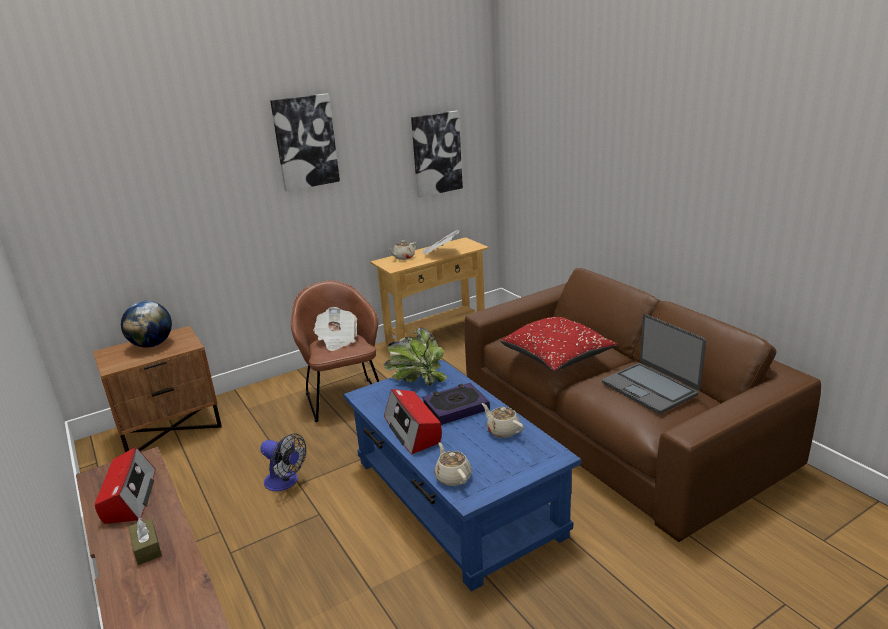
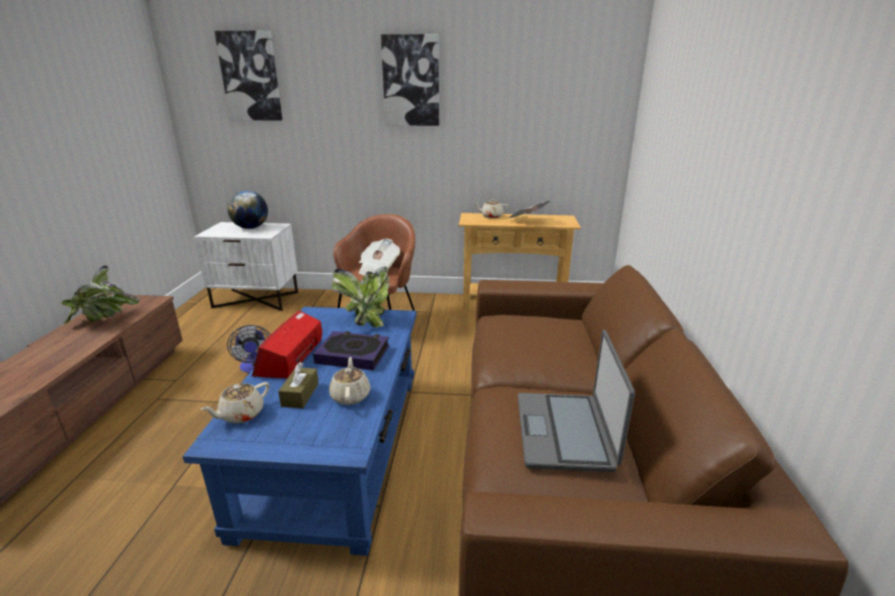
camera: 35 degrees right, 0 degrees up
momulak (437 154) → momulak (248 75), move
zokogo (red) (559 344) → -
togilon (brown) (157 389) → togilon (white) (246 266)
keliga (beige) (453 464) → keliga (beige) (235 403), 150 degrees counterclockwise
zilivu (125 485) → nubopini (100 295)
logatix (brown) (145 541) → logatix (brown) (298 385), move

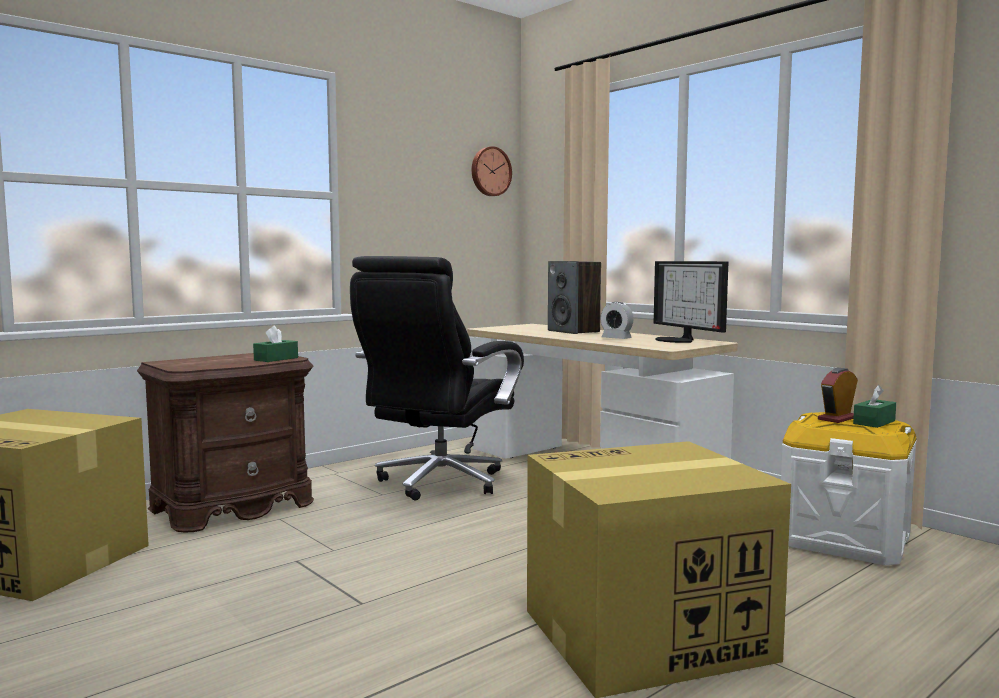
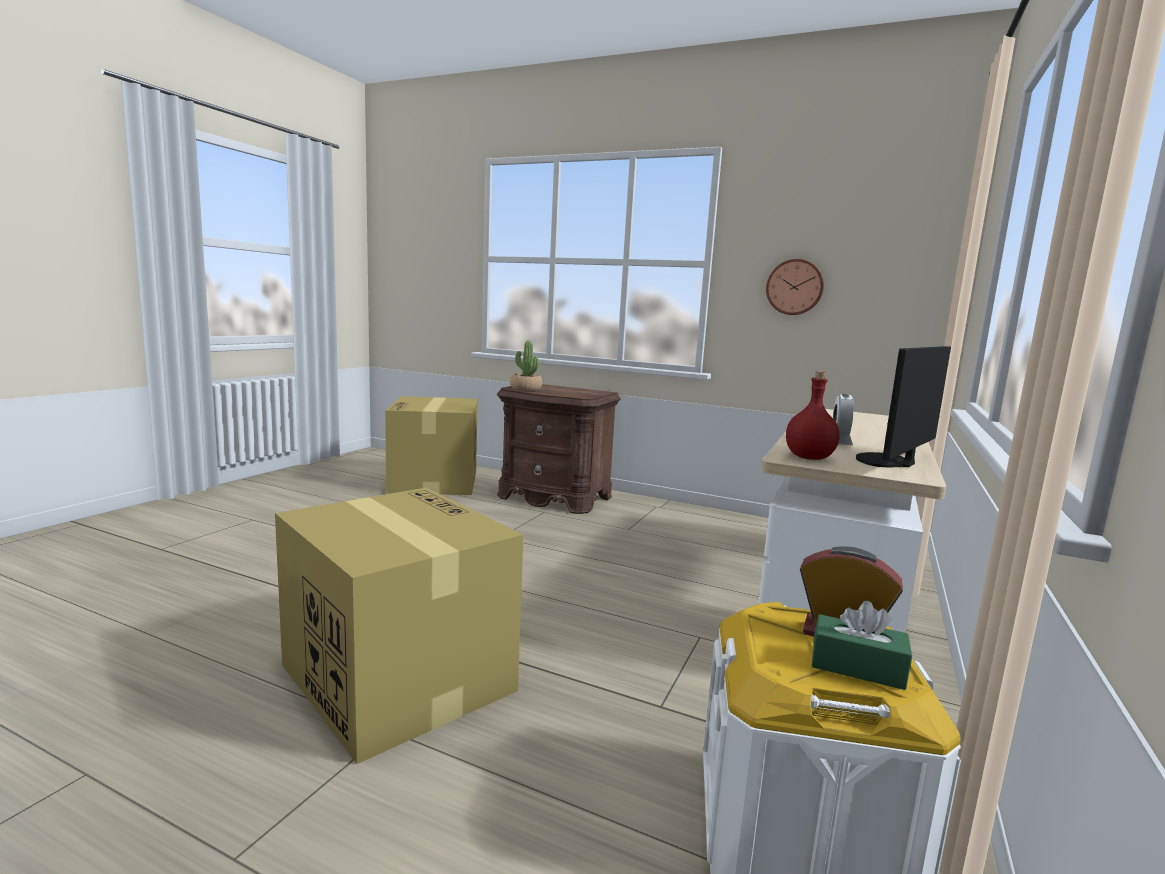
camera: 65 degrees right, 5 degrees up
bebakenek (492 171) → bebakenek (795 287), move
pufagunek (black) (437 378) → -
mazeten (574 297) → -
logatix (green) (275 344) → -
- → nubopini (526 366)
- → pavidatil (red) (813 415)

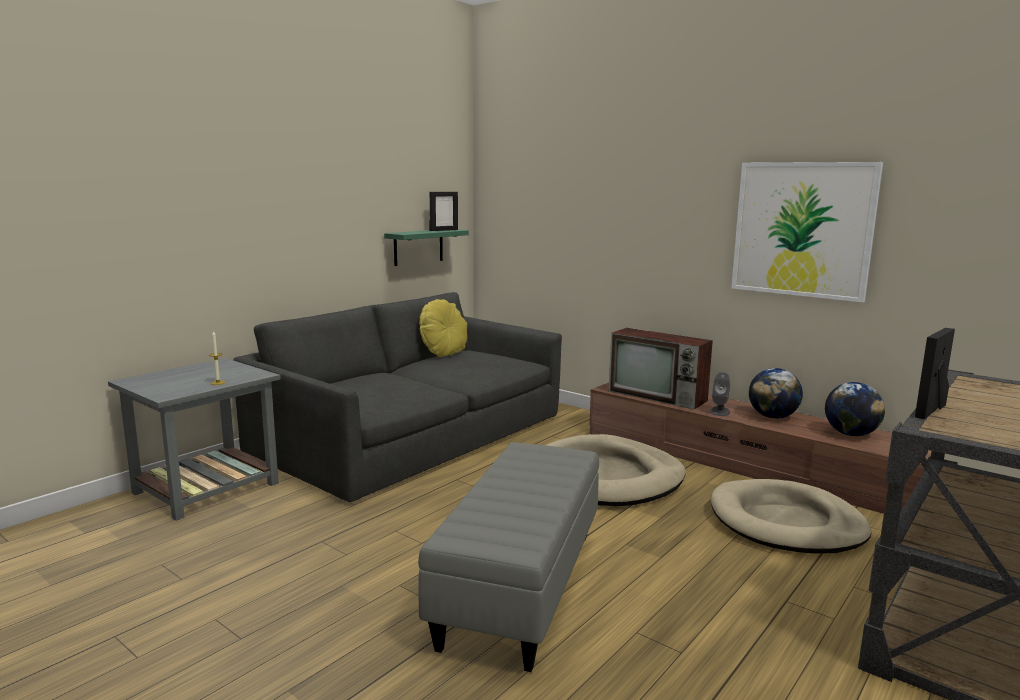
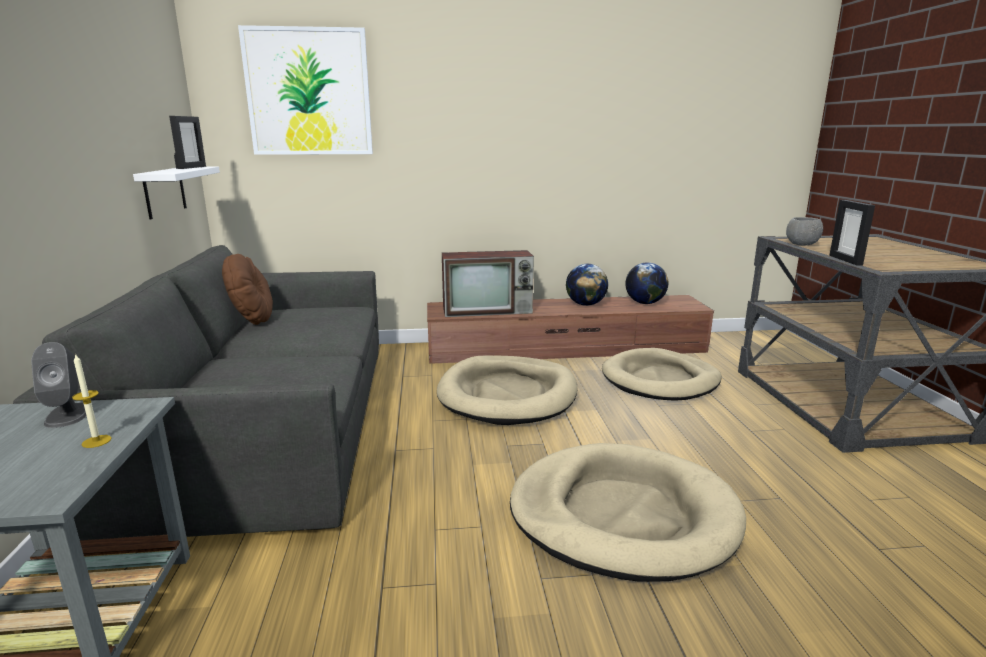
camera: 45 degrees left, 5 degrees up
momulak (807 232) → momulak (305 90), move
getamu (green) (426 248) → getamu (white) (176 192)
zokogo (yellow) (443 328) → zokogo (brown) (247 289)
mazeten (grey) (720 394) → mazeten (grey) (58 385), move
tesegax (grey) (508 557) → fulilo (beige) (628 512)
- → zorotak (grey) (804 231)

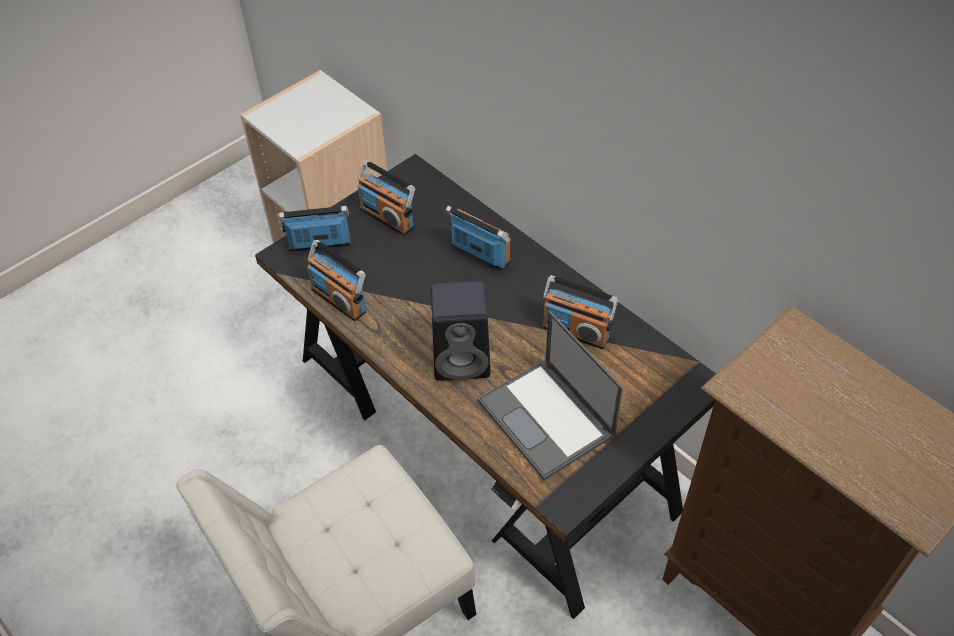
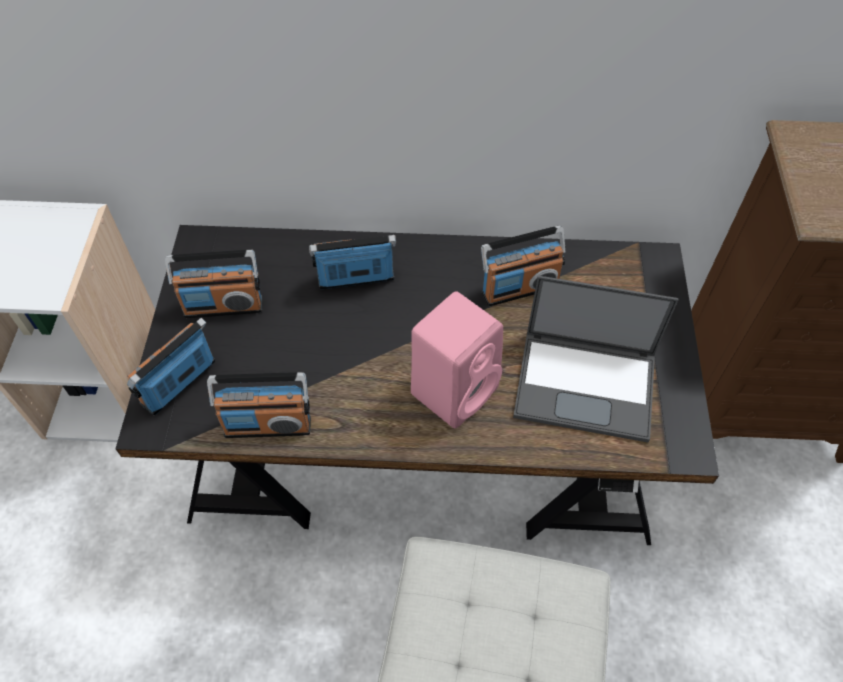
camera: 45 degrees left, 5 degrees up
mazeten (black) (461 331) → mazeten (pink) (457 359)

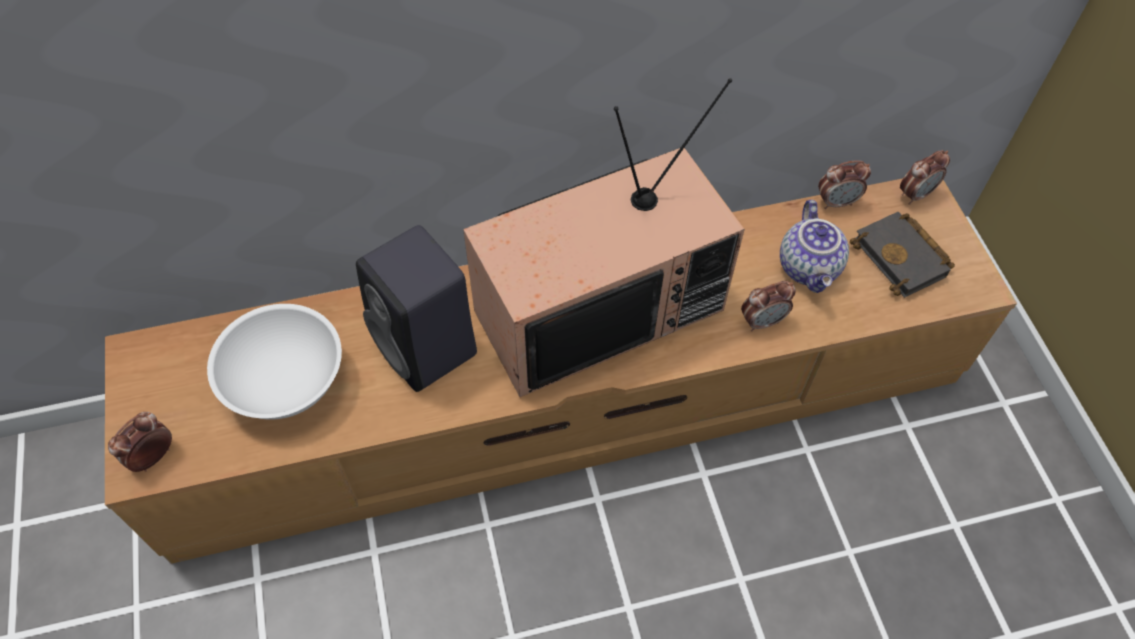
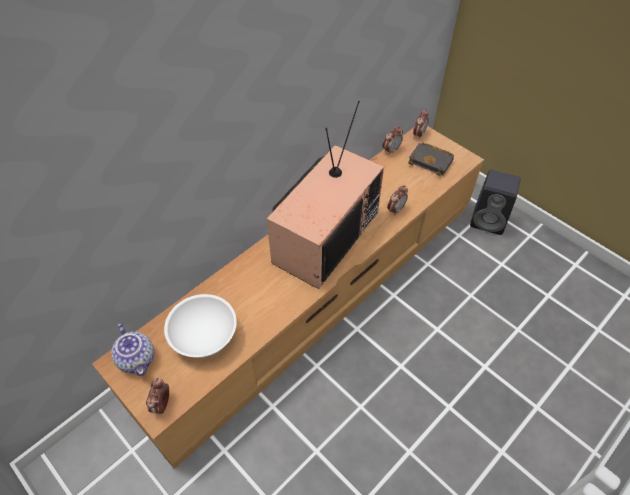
camera: 30 degrees left, 5 degrees down
keliga (814 246) → keliga (132 349), move
mazeten (black) (416 308) → mazeten (black) (495 202), move

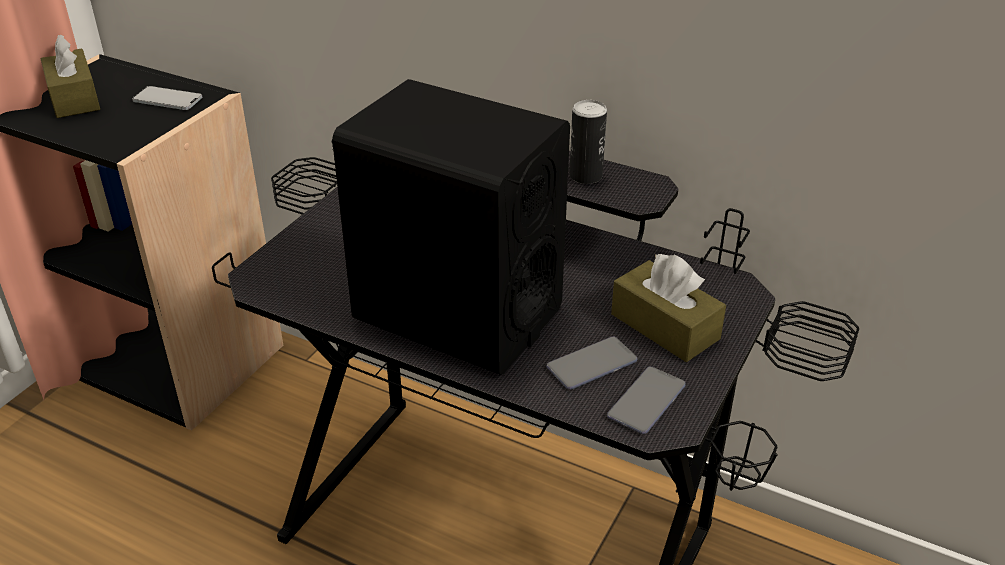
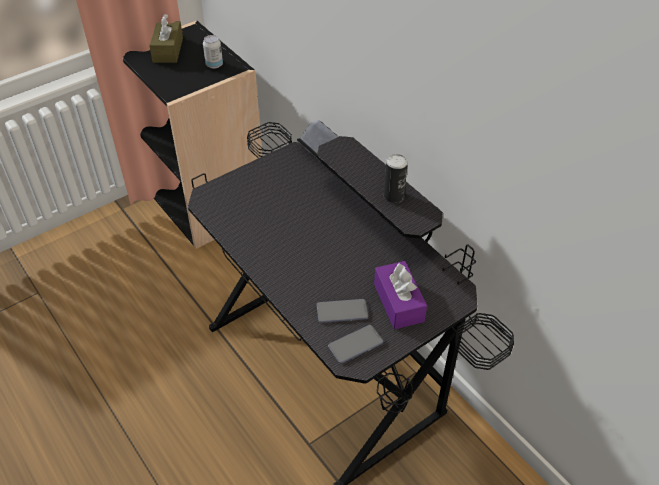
camera: 25 degrees right, 10 degrees up
mazeten (black) (450 227) → -
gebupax (167 98) → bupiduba (213 52)
logatix (brown) (668 308) → logatix (purple) (400 295)

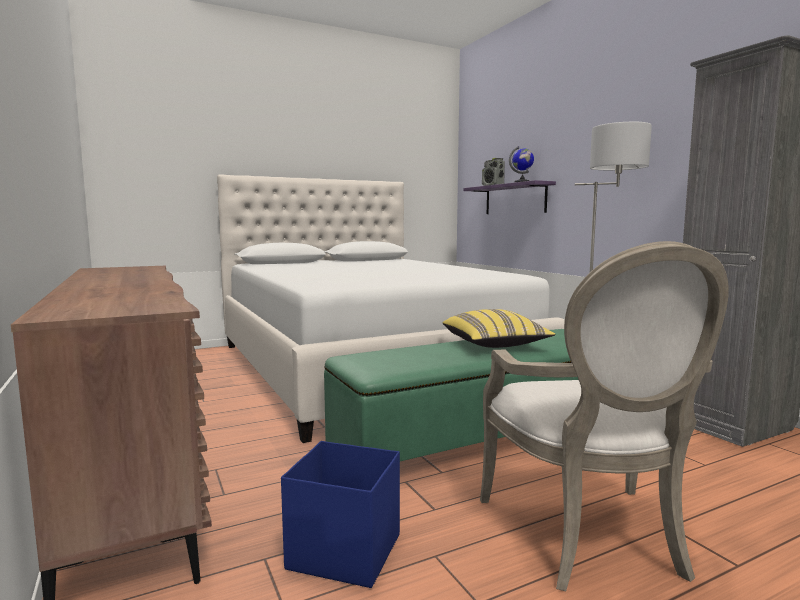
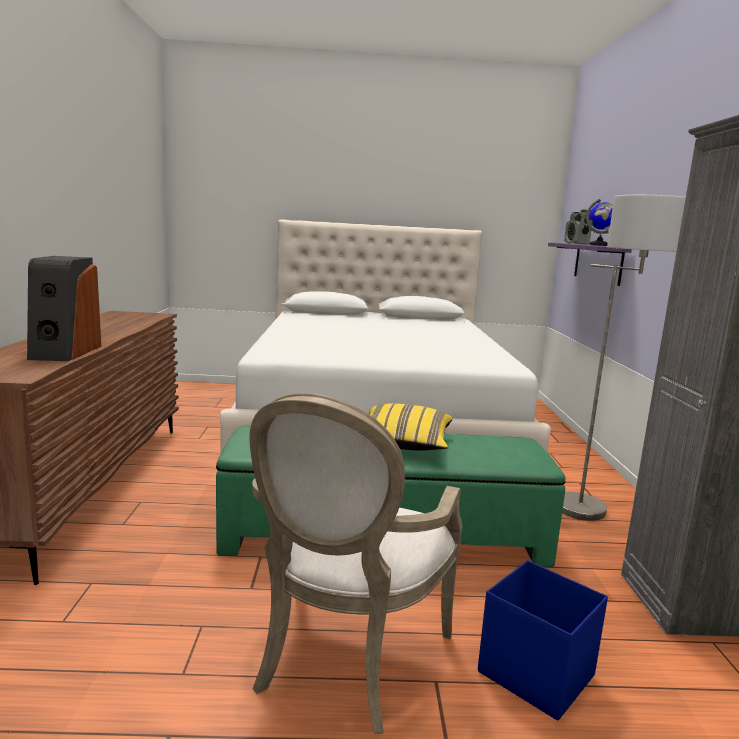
camera: 25 degrees right, 5 degrees up
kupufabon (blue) (340 514) → kupufabon (blue) (543 641), move
- → mazeten (64 308)

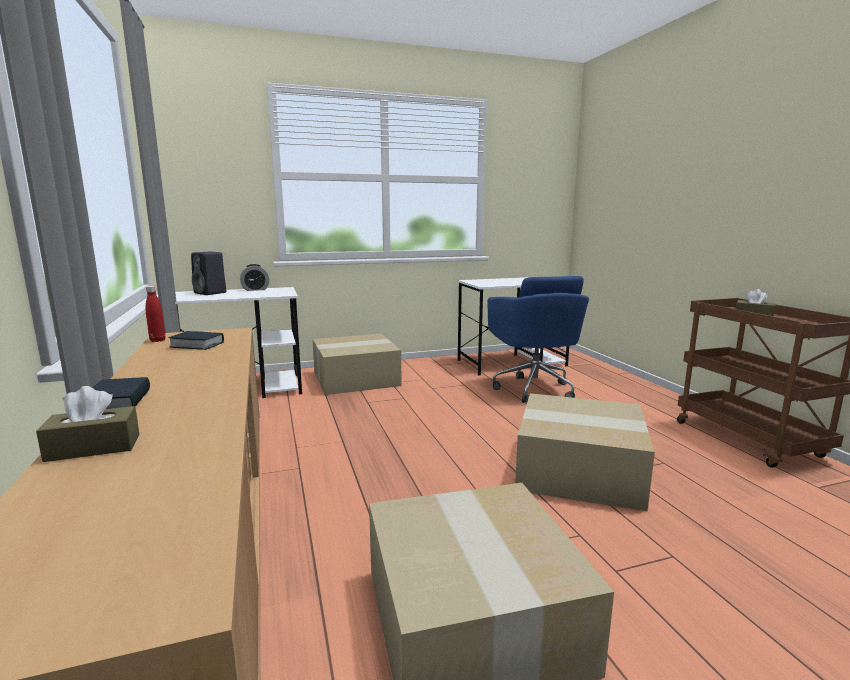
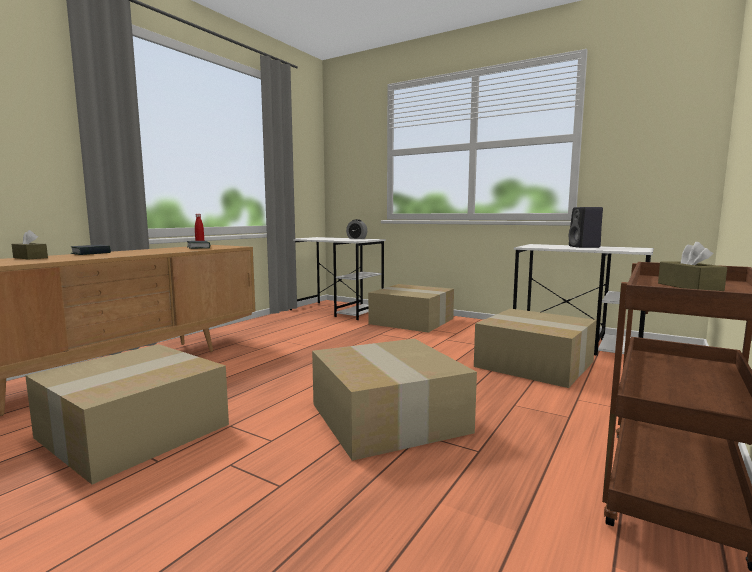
camera: 50 degrees right, 5 degrees down
mazeten (black) (208 273) → mazeten (black) (586 227), move
pufagunek (blue) (538 339) → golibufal (535 348)

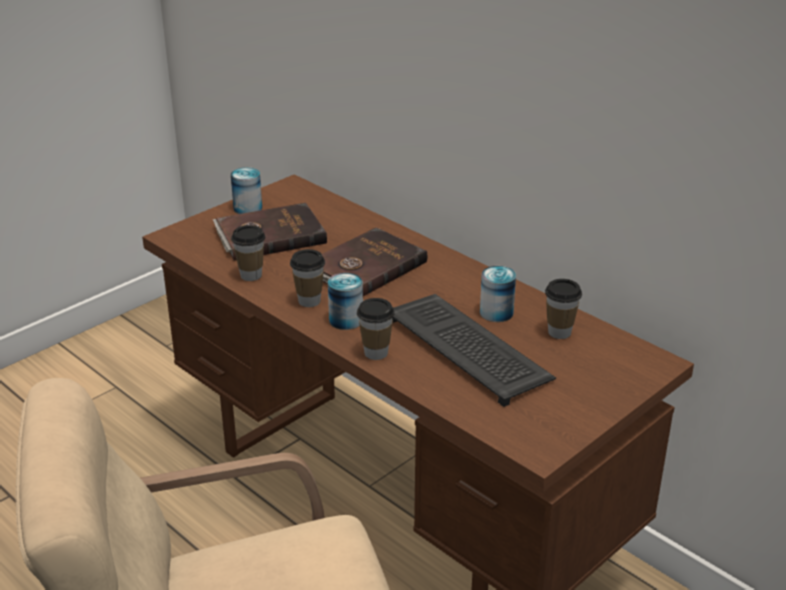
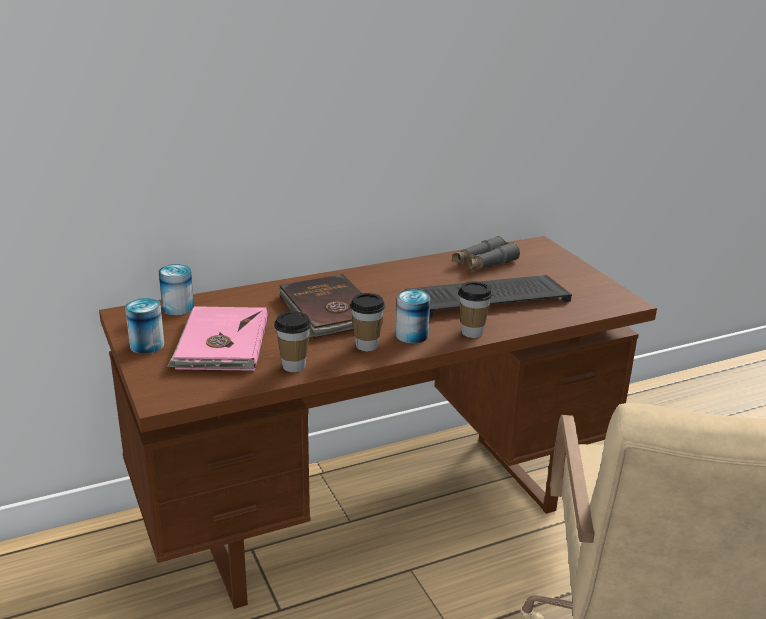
camera: 70 degrees left, 5 degrees down
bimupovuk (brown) (270 232) → bimupovuk (pink) (217 338)
bupiduba (498 294) → bupiduba (176 289), move
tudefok (563 309) → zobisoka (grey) (486 253)

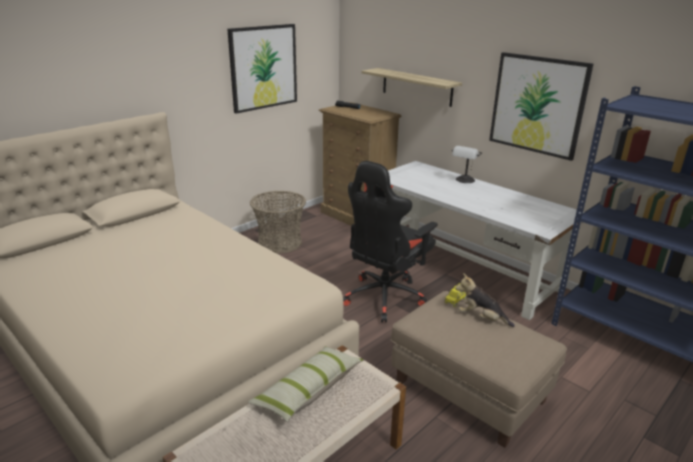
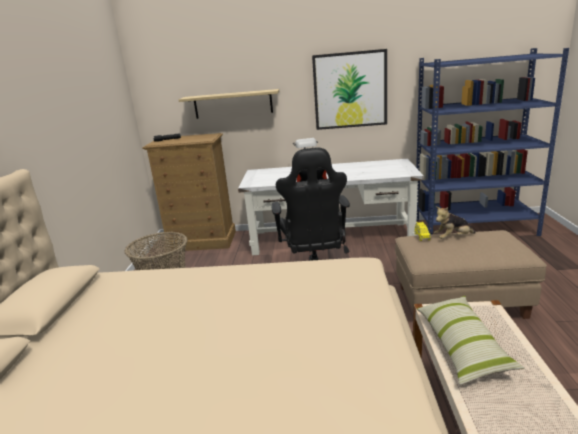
camera: 40 degrees left, 5 degrees down
momulak (262 69) → -

